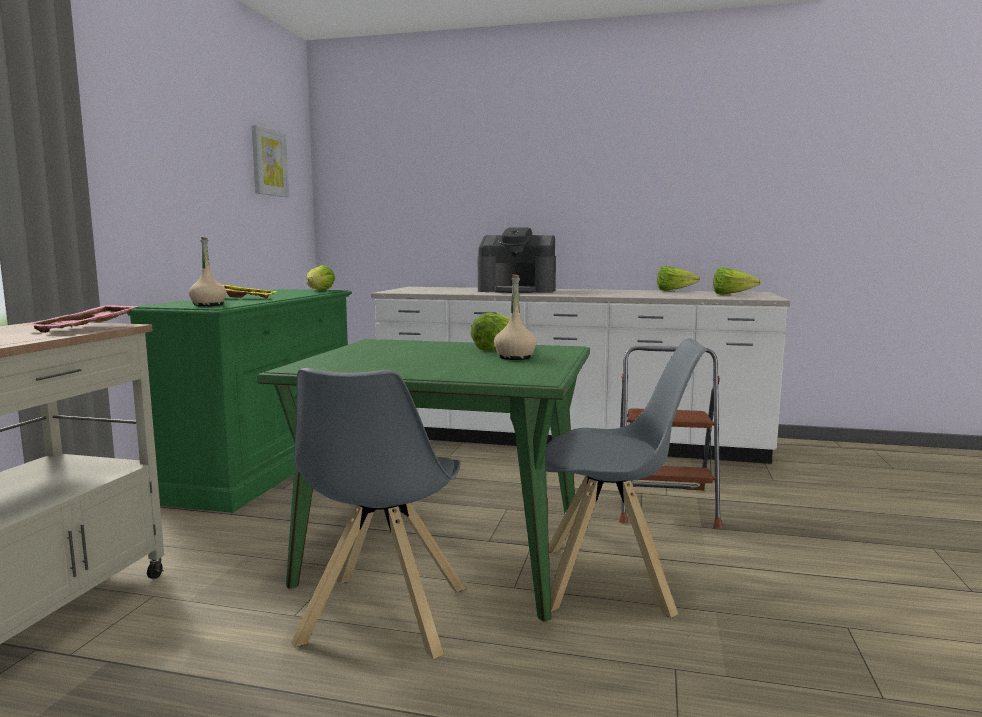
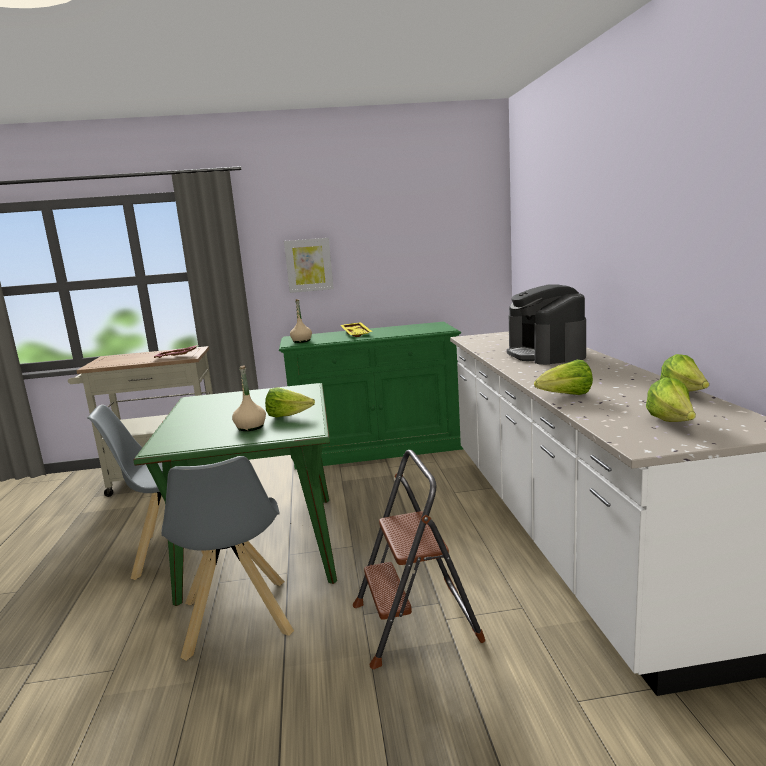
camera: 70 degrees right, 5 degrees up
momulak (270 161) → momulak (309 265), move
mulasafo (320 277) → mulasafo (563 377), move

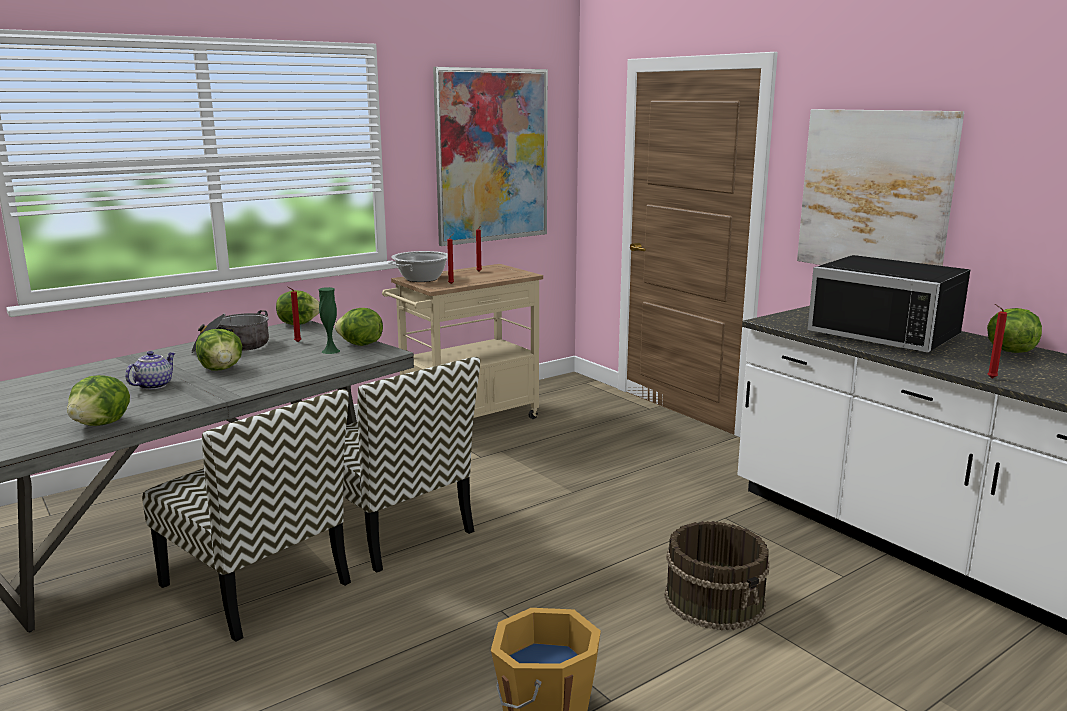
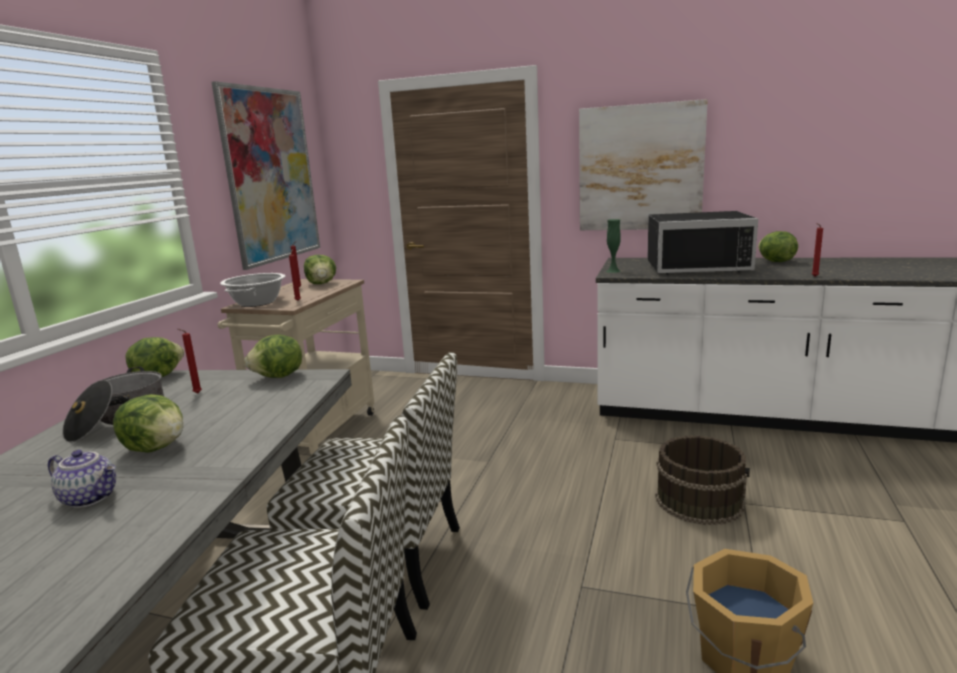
camera: 35 degrees left, 0 degrees up
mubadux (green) (329 320) → mubadux (green) (613 246), move
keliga (150 370) → keliga (82 479), 120 degrees clockwise
mulasafo (98 400) → mulasafo (320 269), move

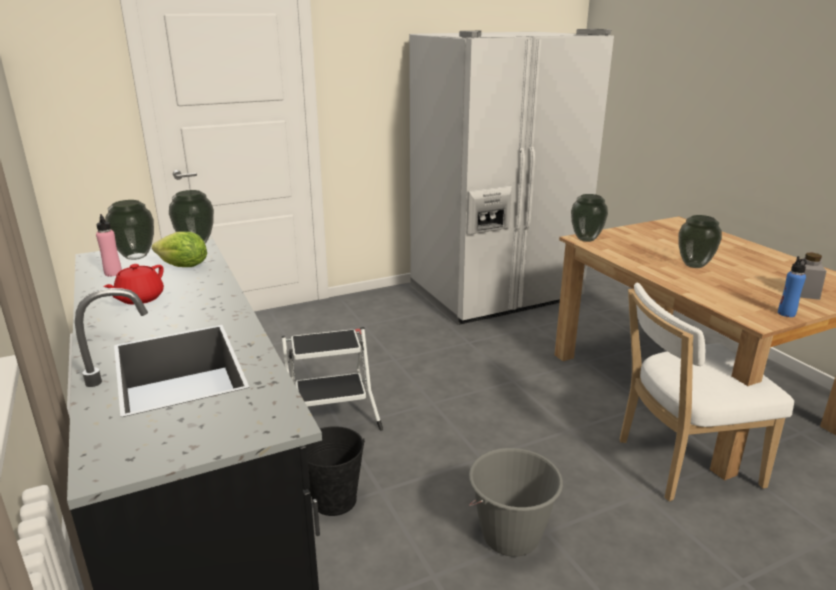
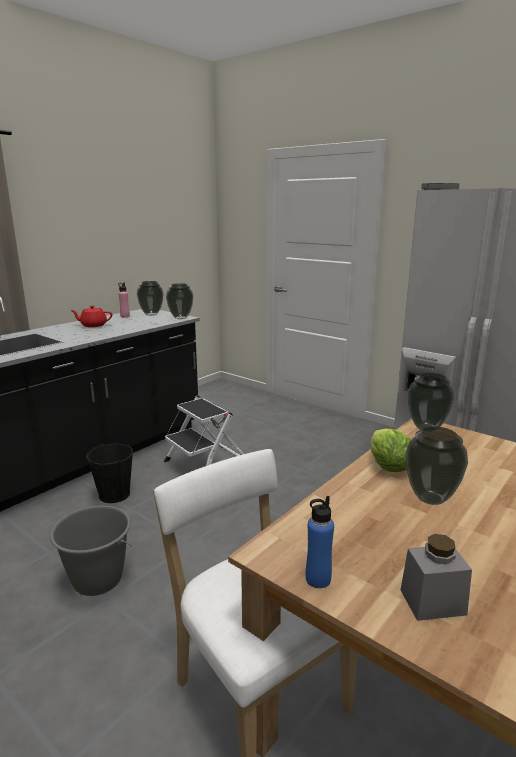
camera: 65 degrees right, 5 degrees down
mulasafo (179 249) → mulasafo (391 450), move

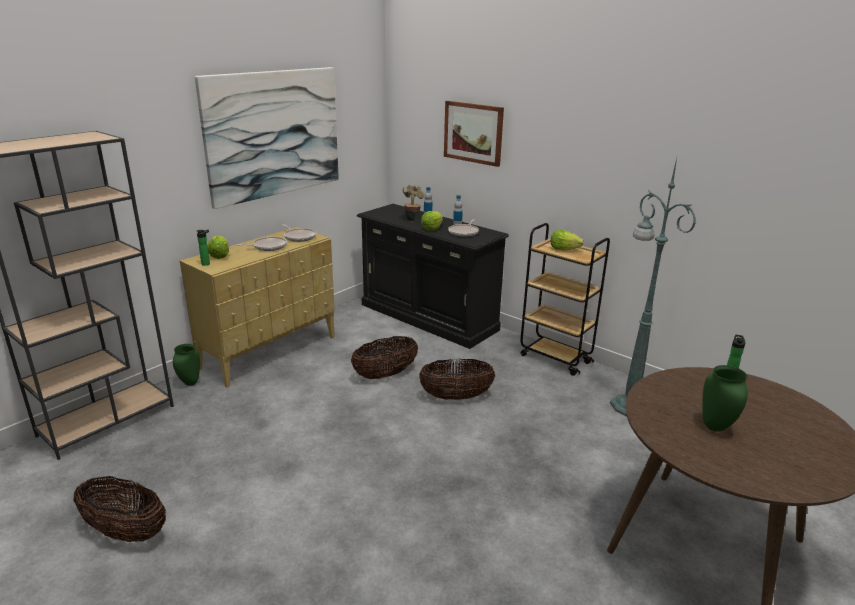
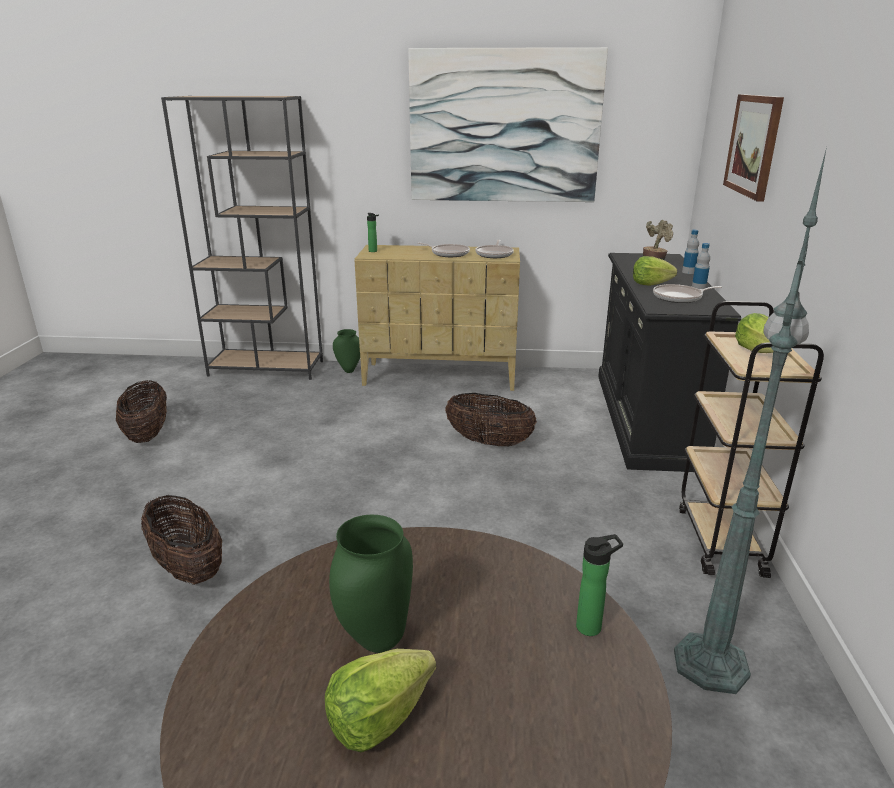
camera: 55 degrees right, 0 degrees up
mulasafo (218 247) → mulasafo (380 700), move
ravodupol (457 379) → ravodupol (181 540), move

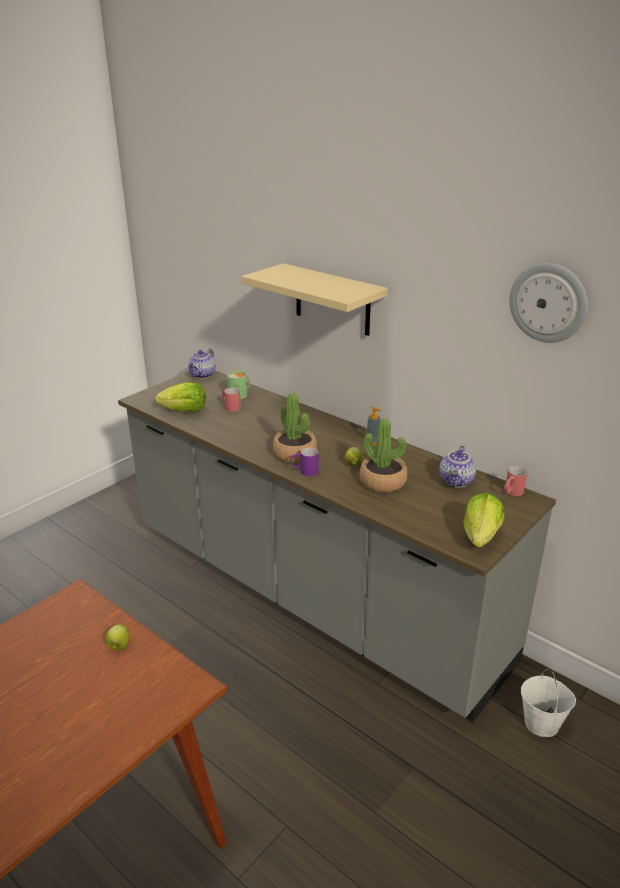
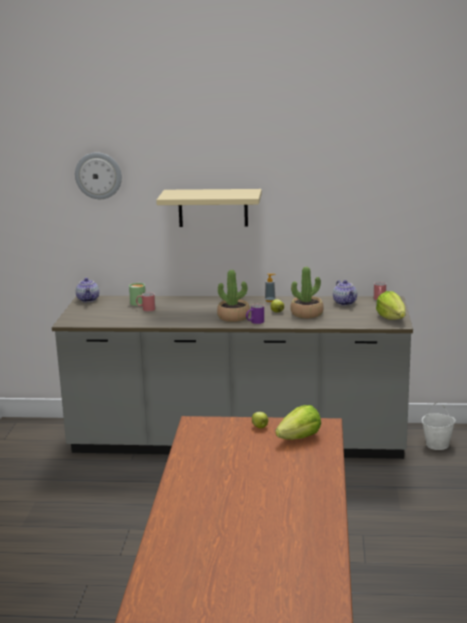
camera: 35 degrees left, 10 degrees down
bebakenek (548 303) → bebakenek (98 175), move
mulasafo (181 397) → mulasafo (298 422), move

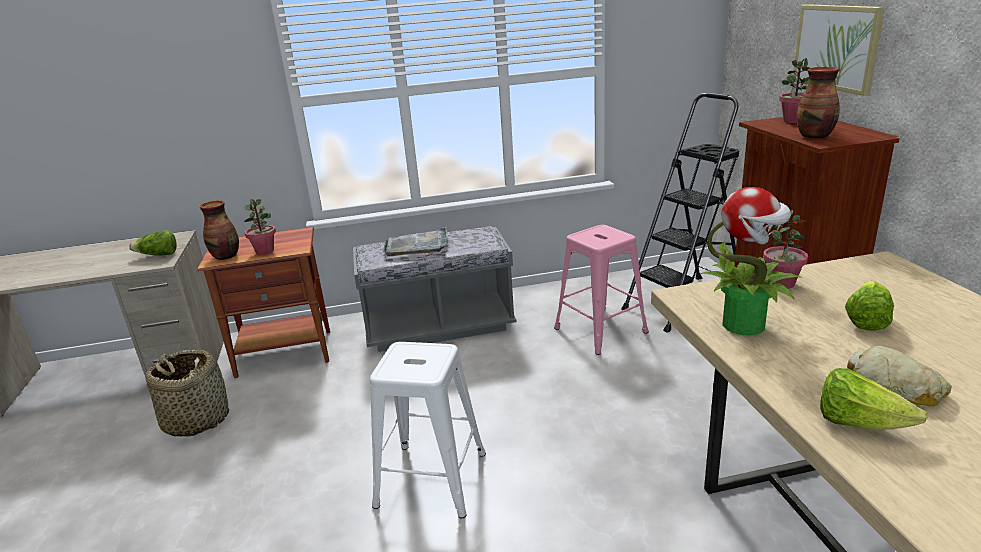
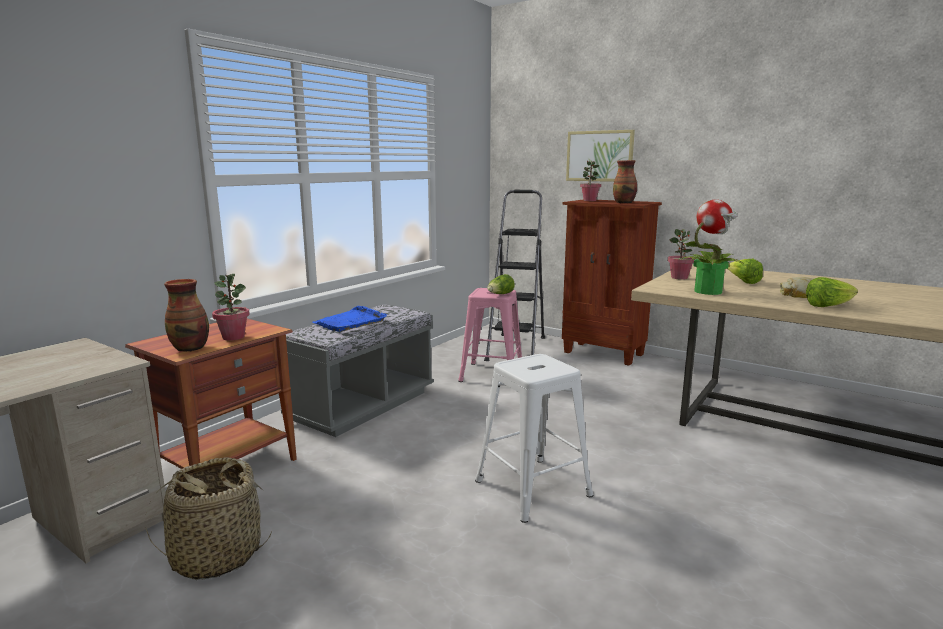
camera: 45 degrees left, 10 degrees down
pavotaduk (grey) (415 241) → pavotaduk (blue) (350 319)
mulasafo (152 243) → mulasafo (501 284), move

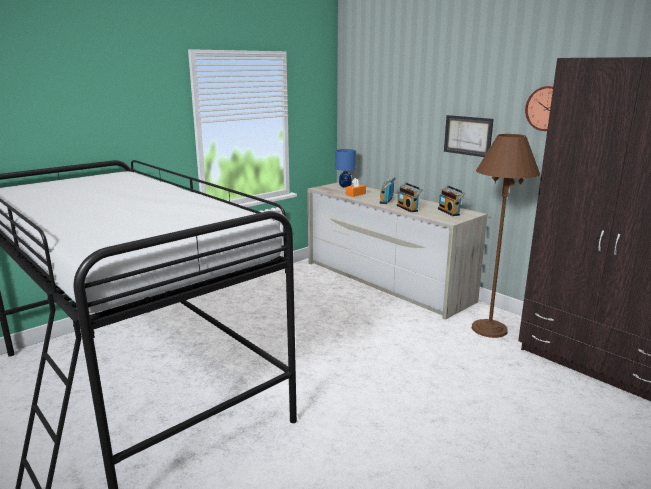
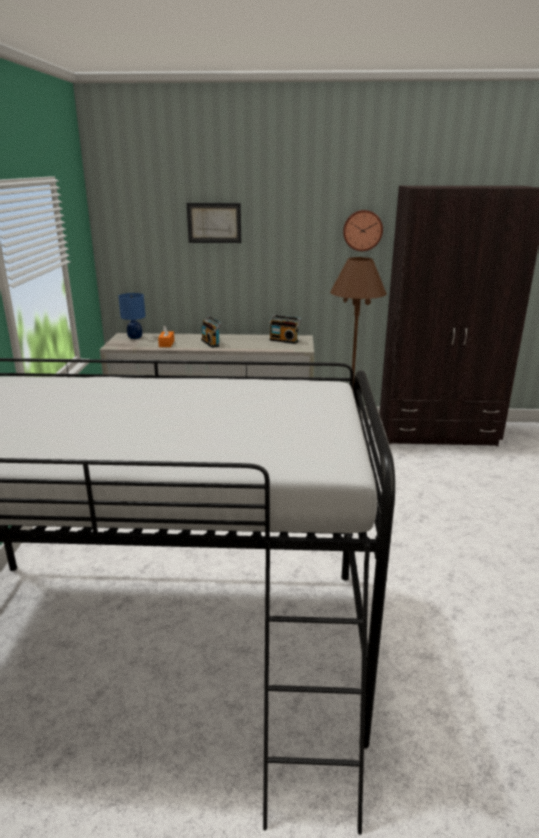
camera: 45 degrees left, 5 degrees up
momulak (469 136) → momulak (214 223), move
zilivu (409 197) → -

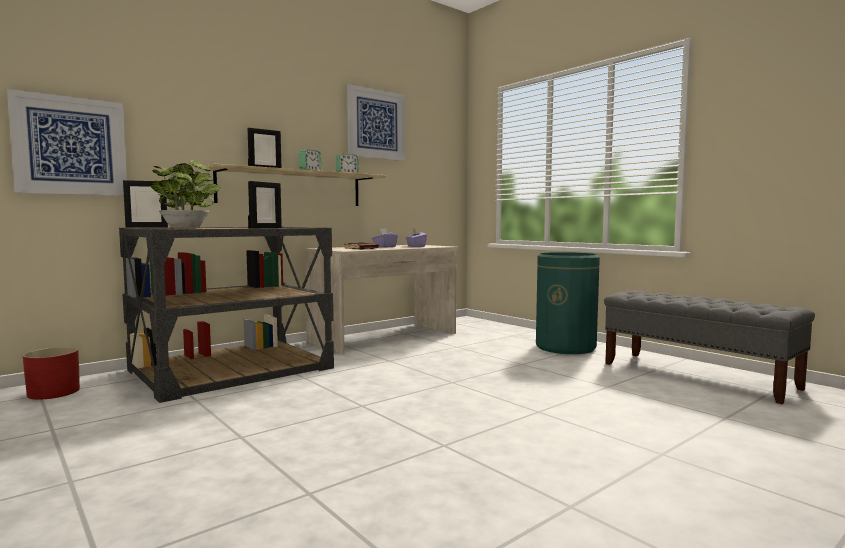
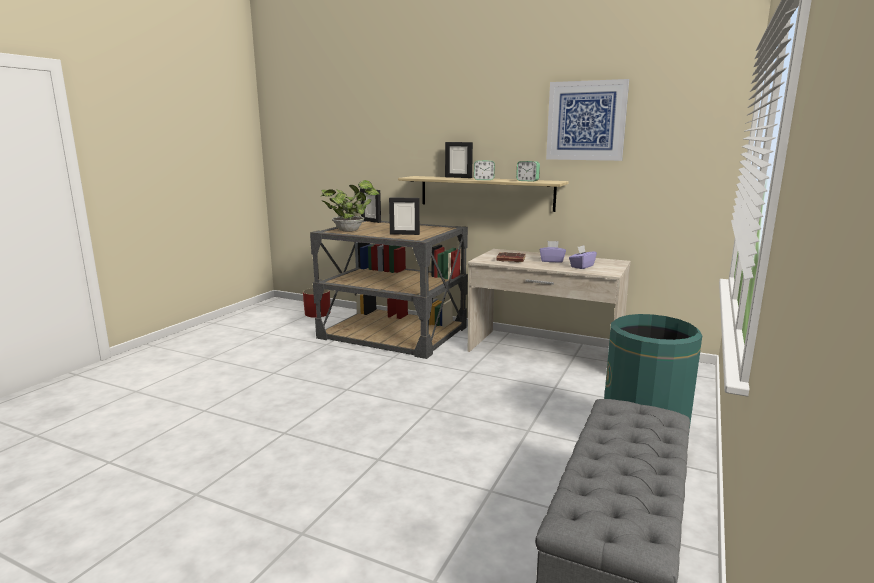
camera: 65 degrees right, 10 degrees up
momulak (67 142) → -

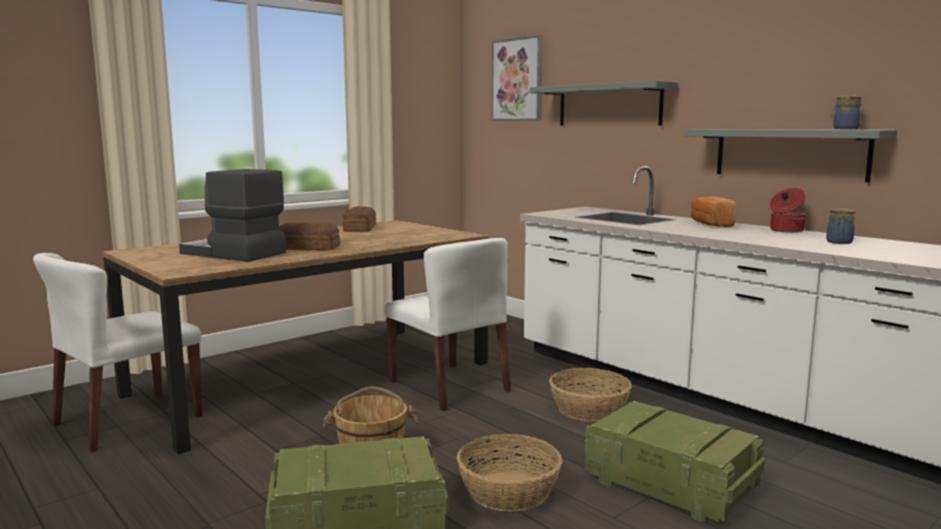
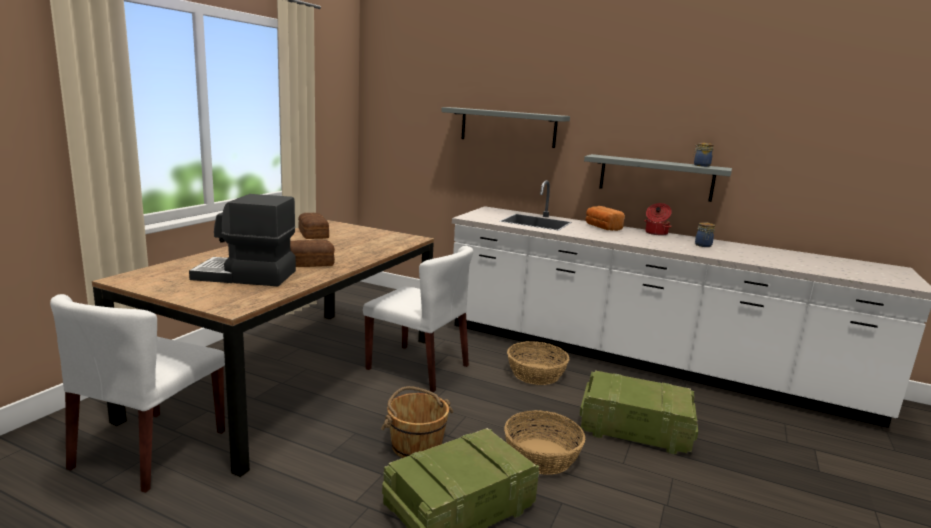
camera: 25 degrees left, 5 degrees up
momulak (517 78) → -

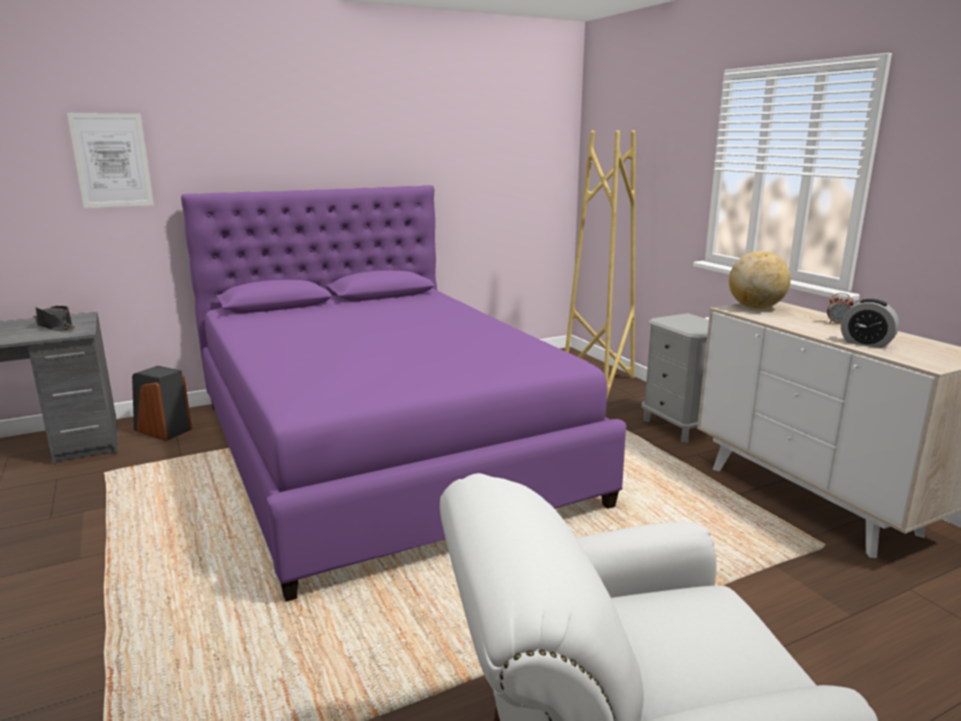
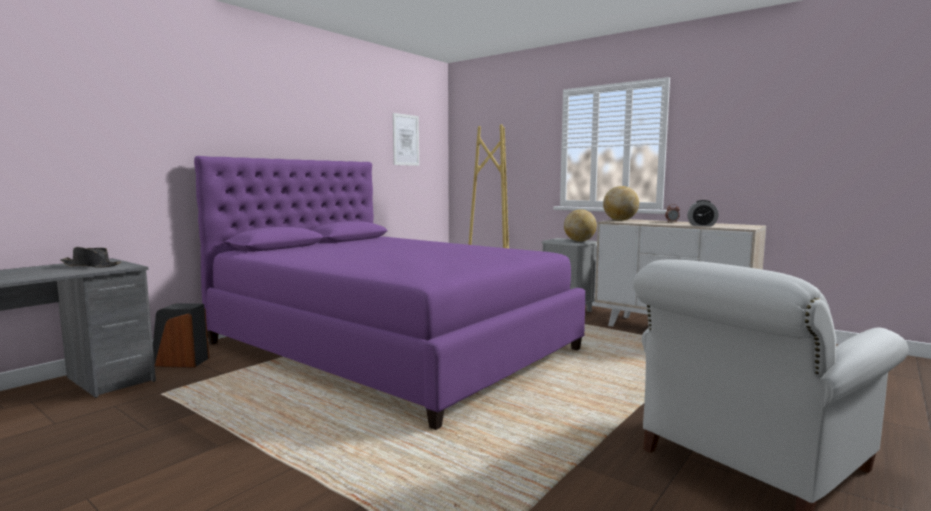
camera: 25 degrees left, 10 degrees down
momulak (110 160) → momulak (406 139), move
- → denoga (580 225)

